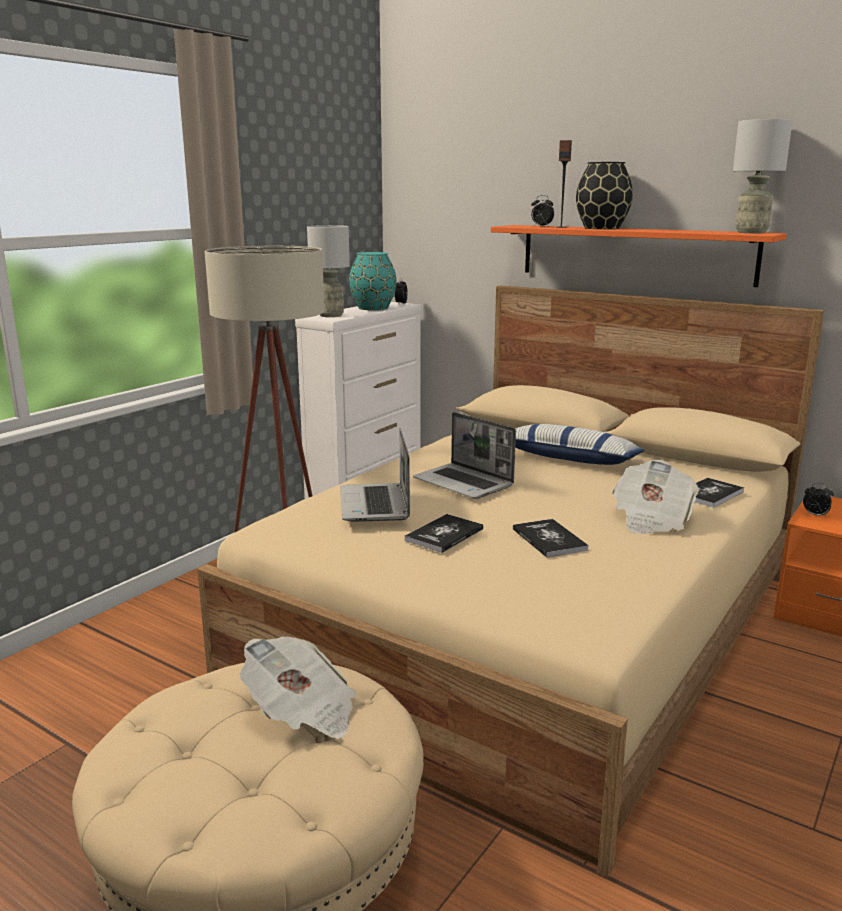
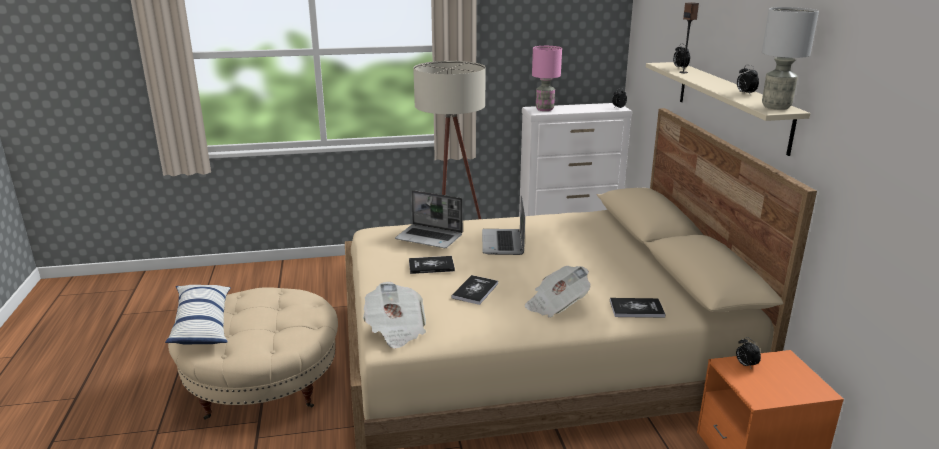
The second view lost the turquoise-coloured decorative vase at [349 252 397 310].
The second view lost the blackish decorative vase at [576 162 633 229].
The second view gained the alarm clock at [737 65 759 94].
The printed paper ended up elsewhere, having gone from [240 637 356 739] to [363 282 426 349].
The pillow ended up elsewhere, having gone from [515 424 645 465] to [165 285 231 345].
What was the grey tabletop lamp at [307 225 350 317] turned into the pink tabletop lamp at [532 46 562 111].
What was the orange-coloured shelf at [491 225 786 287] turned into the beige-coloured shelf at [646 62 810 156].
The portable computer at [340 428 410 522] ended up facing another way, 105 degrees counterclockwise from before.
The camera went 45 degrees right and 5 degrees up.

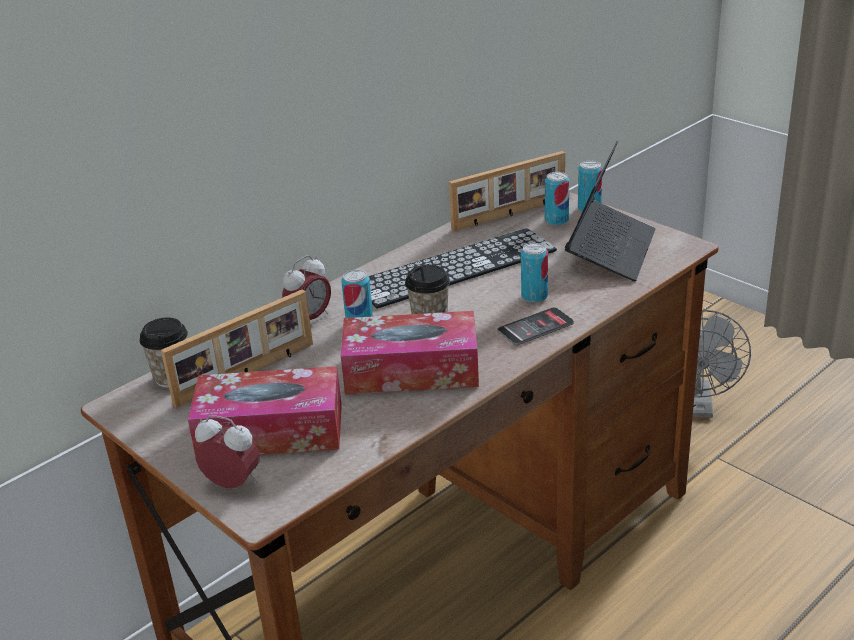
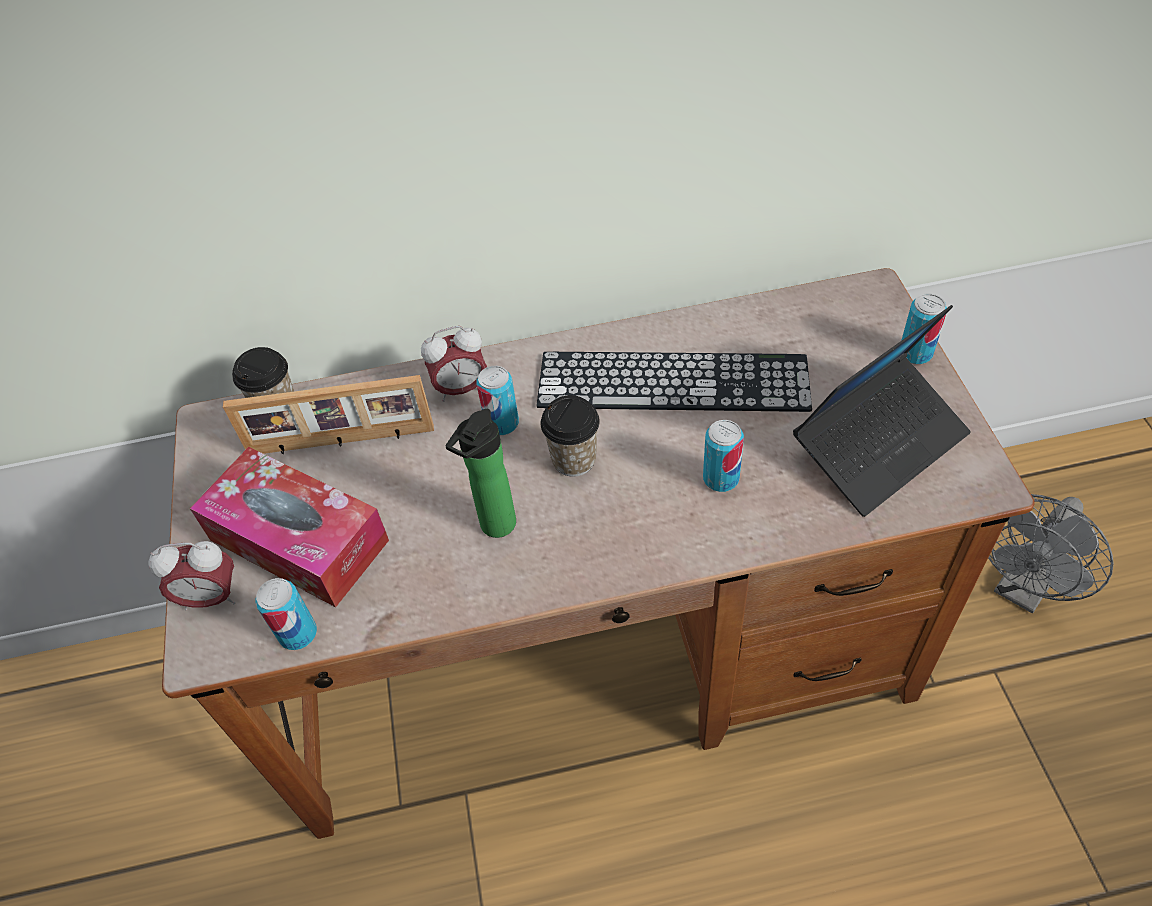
The second view lost the photo frame at [449 151 565 231].
The second view lost the handset at [497 307 574 346].
The can ended up elsewhere, having gone from [545 172 569 226] to [256 578 317 650].
Where the tissue box stood at [341 311 479 394], the drink bottle came to stand at [446 409 516 538].
The alarm clock at [195 415 260 488] ended up facing another way, 120 degrees clockwise from before.
The camera went 35 degrees right and 20 degrees up.

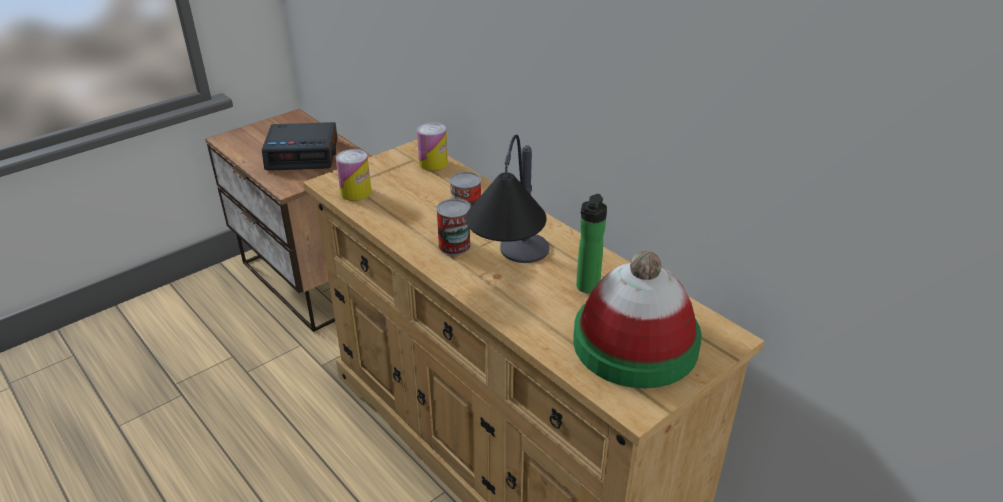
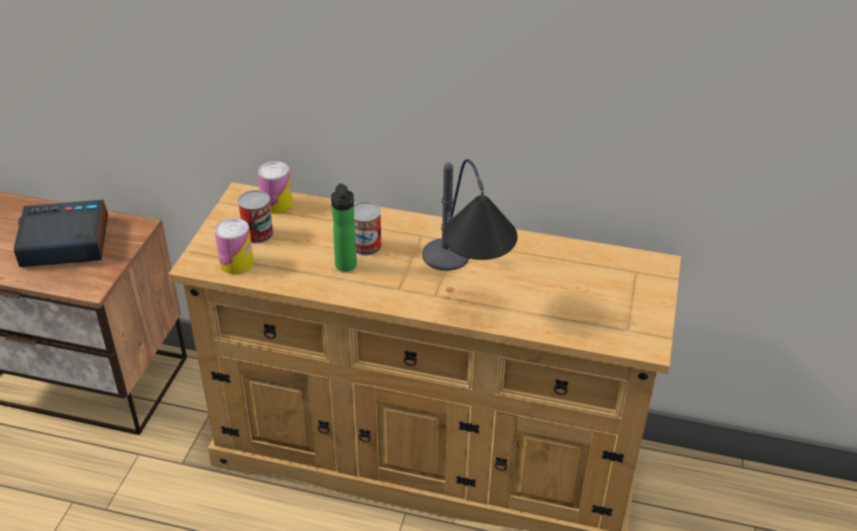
The second view lost the wearable hat at [573 251 702 388].
The can ended up elsewhere, having gone from [436 199 471 255] to [238 190 274 244].
The drink bottle ended up elsewhere, having gone from [576 194 607 293] to [331 183 357 272].
The alarm clock at [262 122 337 171] ended up facing another way, 150 degrees counterclockwise from before.
The camera went 35 degrees left and 5 degrees up.

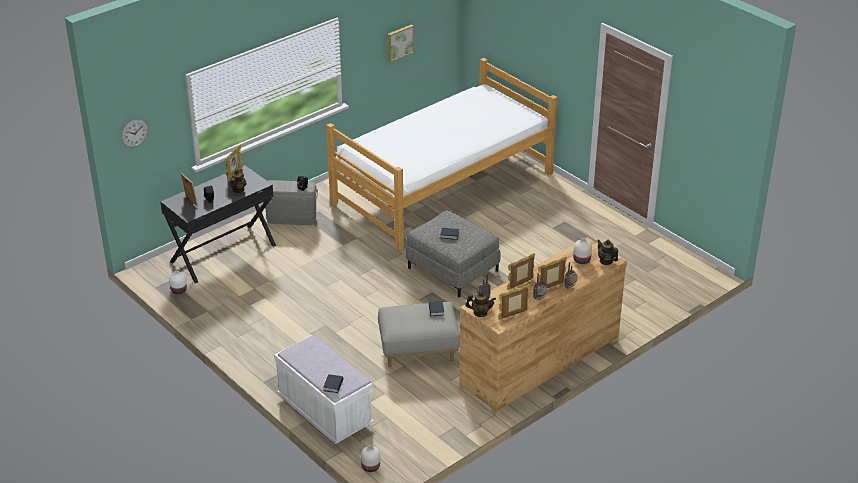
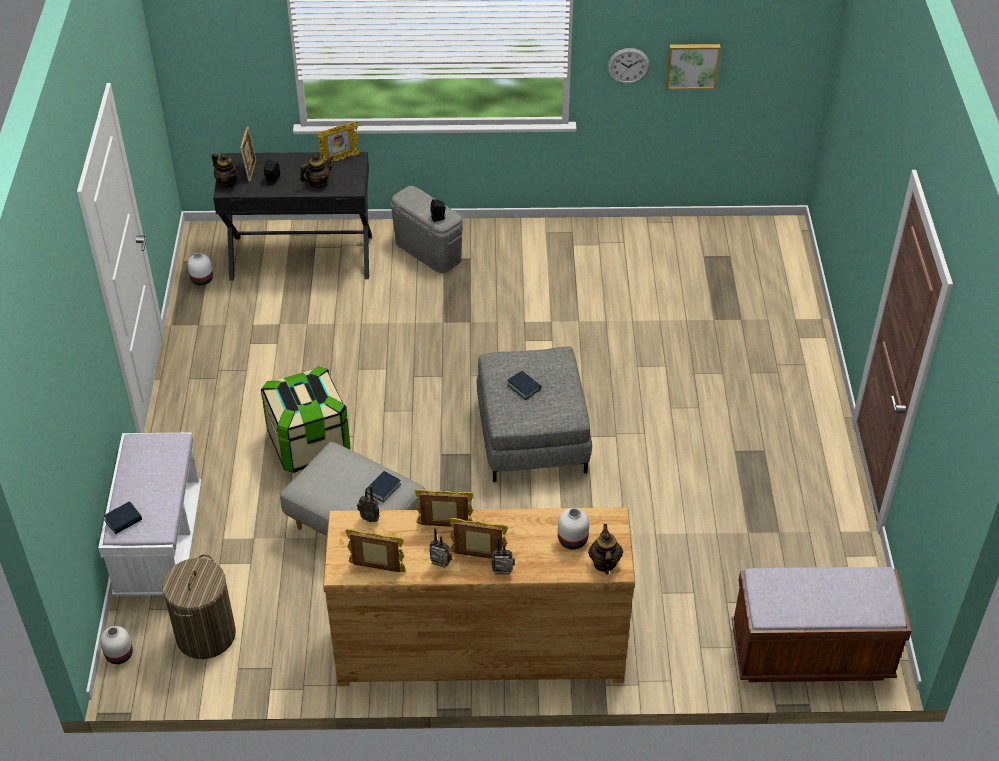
The second view lost the sleeping bed at [326 58 558 251].
The second view gained the laundry basket at [162 554 236 659].
The second view gained the storage bin at [261 366 351 473].
The second view gained the brown bench at [732 567 912 682].
The clock on the wall ended up elsewhere, having gone from [122 120 148 147] to [607 48 650 84].
The tea pot ended up elsewhere, having gone from [465 291 496 317] to [212 153 238 187].
The camera went 40 degrees right and 10 degrees up.

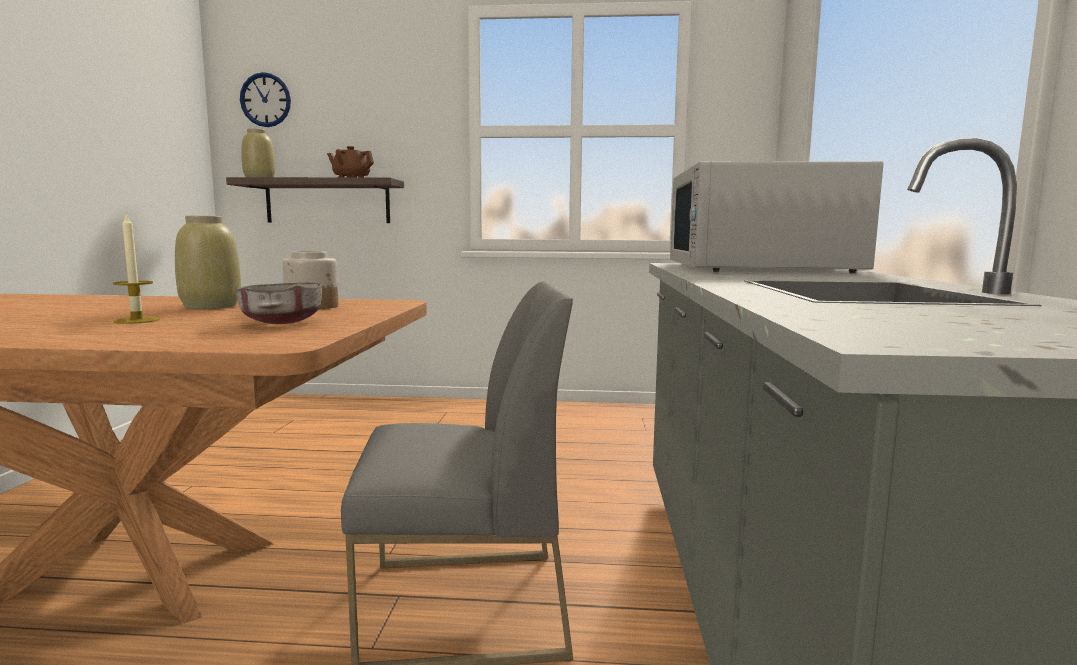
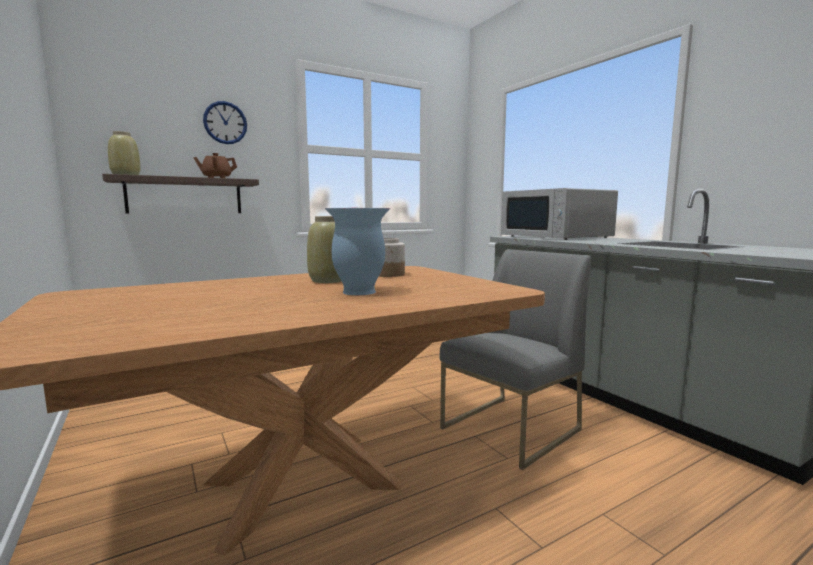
The second view lost the grey serving bowl at [236 283 322 324].
The clock on the wall ended up elsewhere, having gone from [240 72 291 127] to [203 101 247 144].
Where the wax light stood at [113 213 160 324], the decorative vase came to stand at [325 208 390 295].
The camera went 35 degrees left and 0 degrees up.

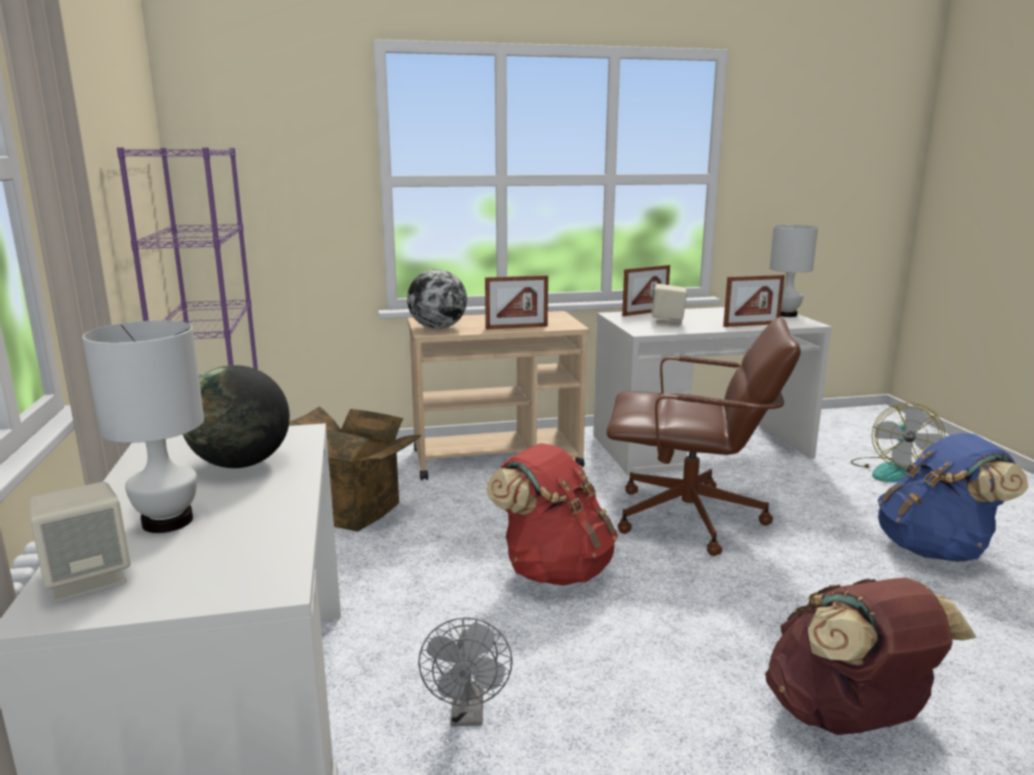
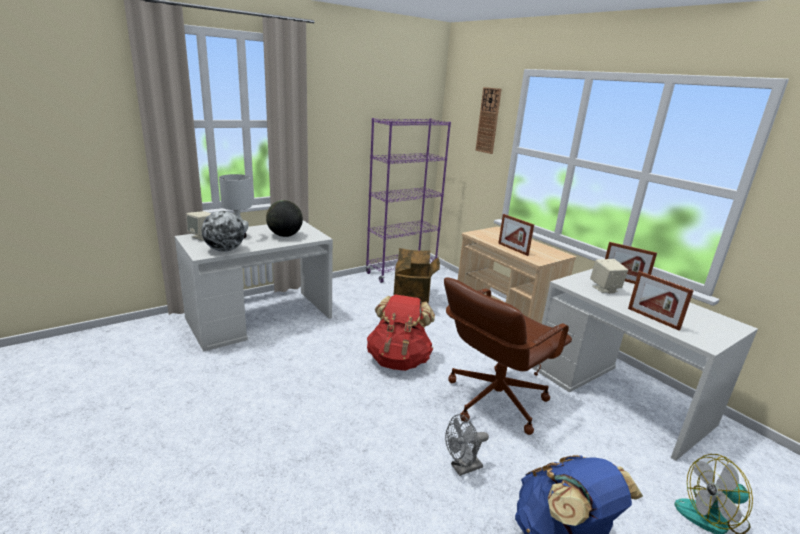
The second view lost the brown knapsack at [765 578 977 735].
The second view lost the white-coloured tabletop lamp at [770 225 818 317].
The second view gained the clock on the wall at [476 87 502 154].
The world globe ended up elsewhere, having gone from [407 269 467 329] to [202 211 245 252].
The grey fan ended up elsewhere, having gone from [418 617 513 726] to [445 414 489 476].
The brown office chair at [607 317 801 556] ended up facing another way, 60 degrees clockwise from before.
The camera went 65 degrees right and 5 degrees up.

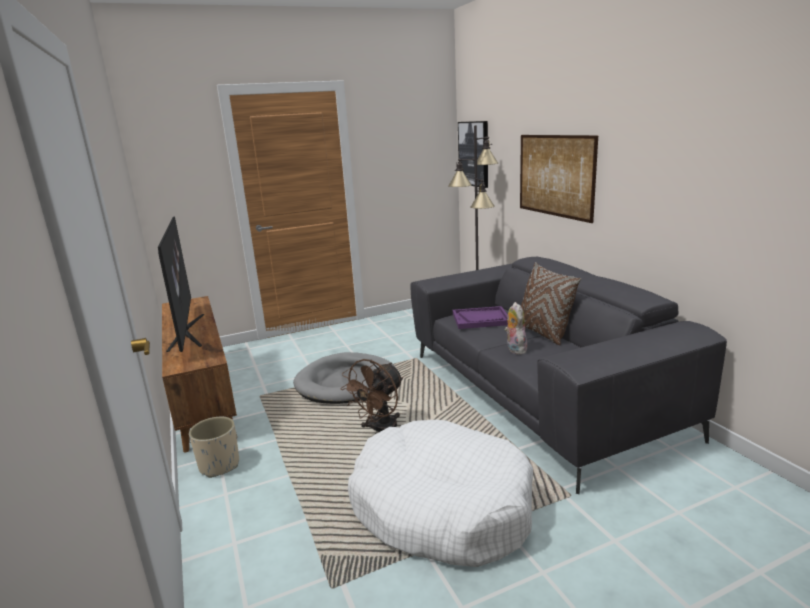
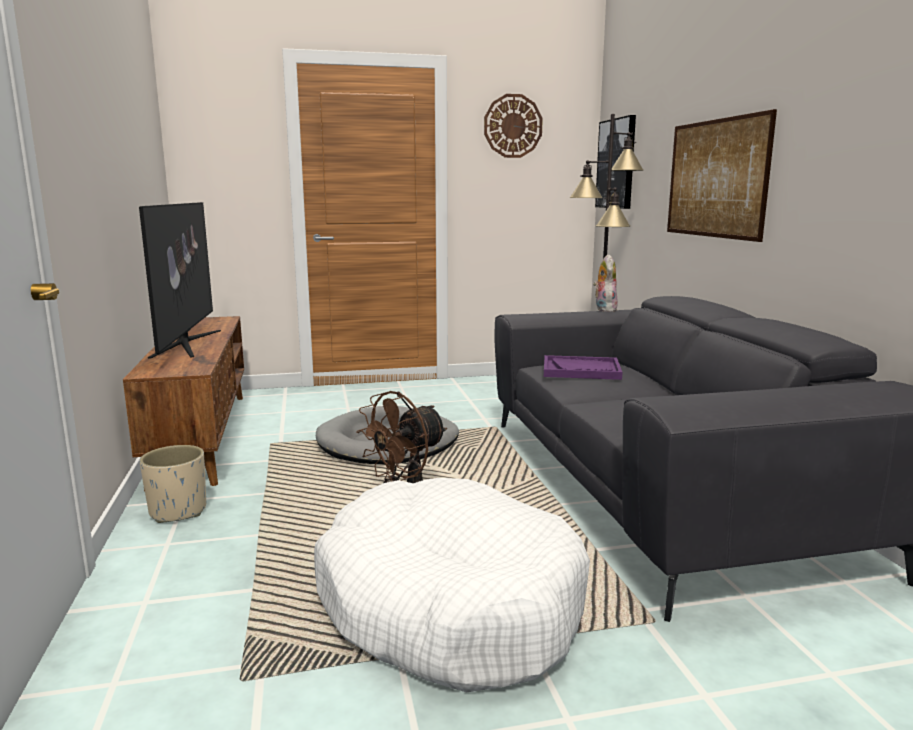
The second view lost the brown pillow at [521 262 581 345].
The second view gained the clock on the wall at [484 94 543 158].
The plush toy ended up elsewhere, having gone from [504 302 528 355] to [593 254 618 312].
The camera went 10 degrees right and 5 degrees down.

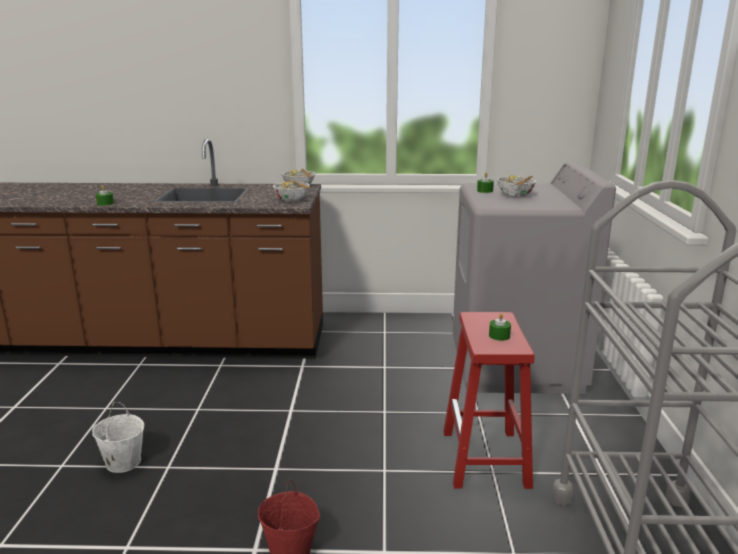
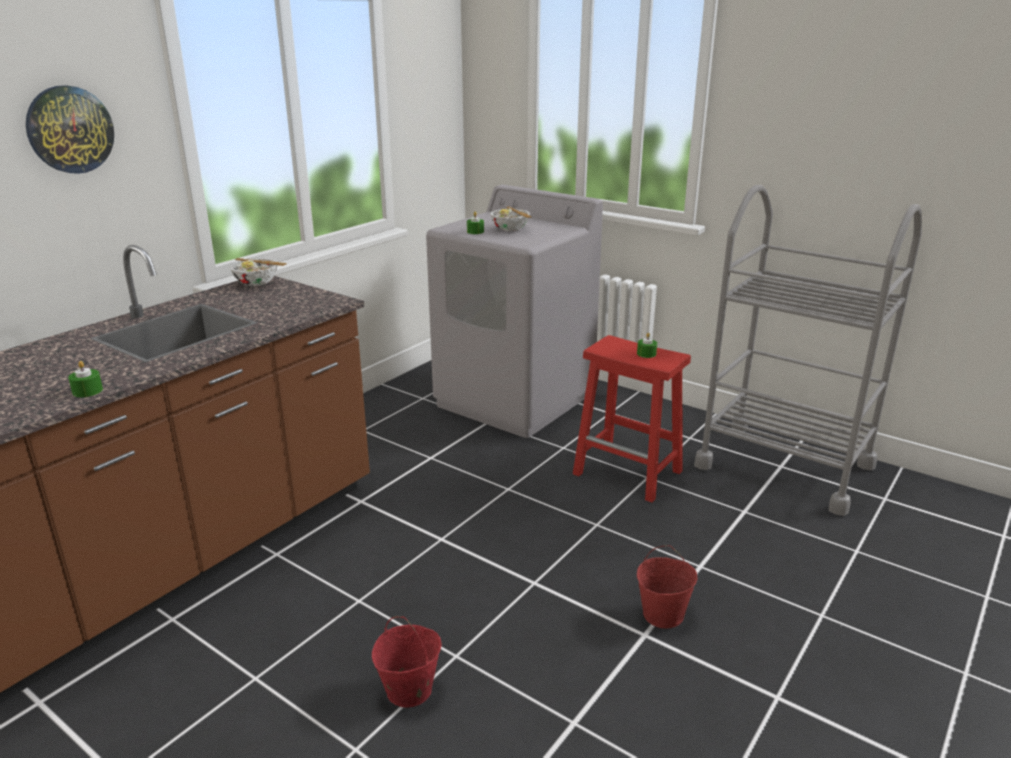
The second view lost the serving bowl at [273 180 311 202].
The second view gained the clock on the wall at [26 85 114 174].
What was the white-coloured water bucket at [92 402 144 473] turned into the reddish water bucket at [372 616 441 707].
The camera went 55 degrees left and 5 degrees up.

